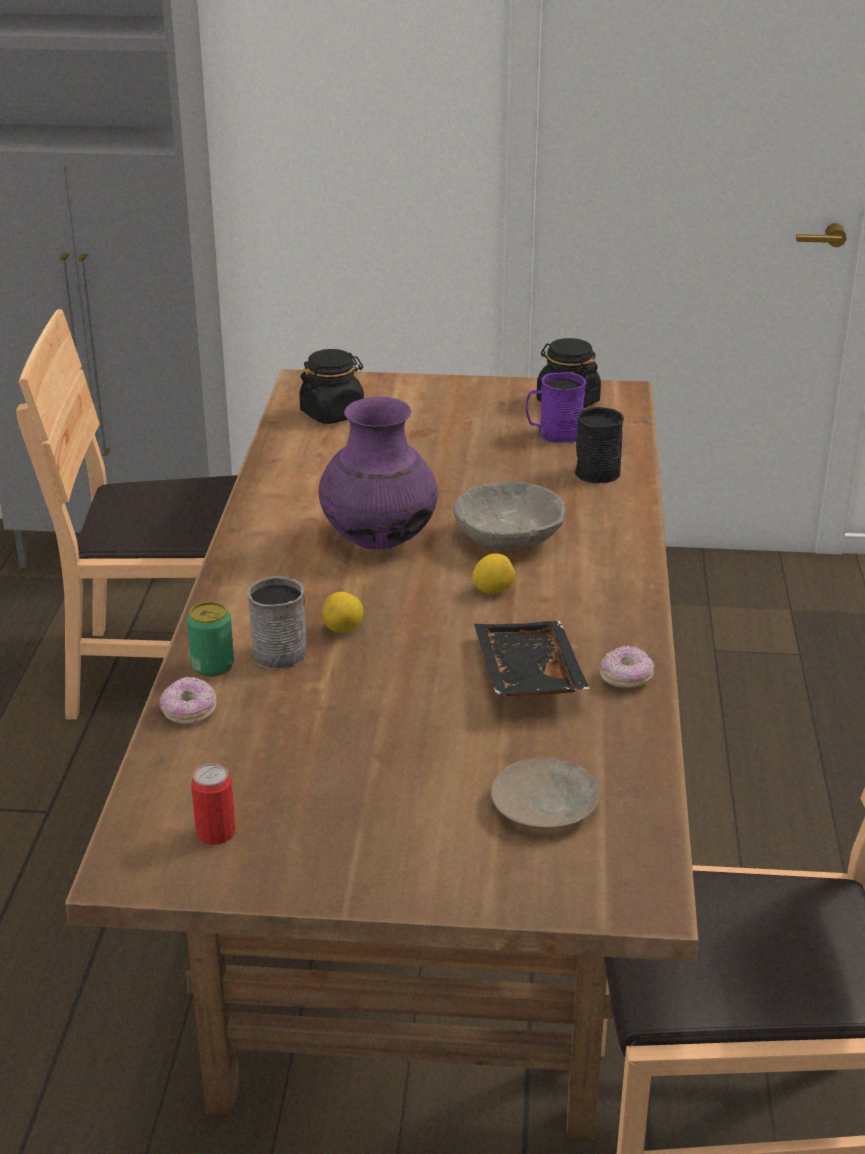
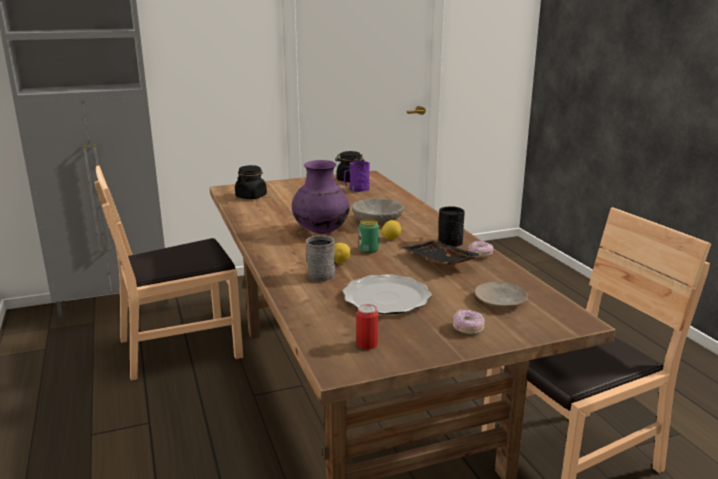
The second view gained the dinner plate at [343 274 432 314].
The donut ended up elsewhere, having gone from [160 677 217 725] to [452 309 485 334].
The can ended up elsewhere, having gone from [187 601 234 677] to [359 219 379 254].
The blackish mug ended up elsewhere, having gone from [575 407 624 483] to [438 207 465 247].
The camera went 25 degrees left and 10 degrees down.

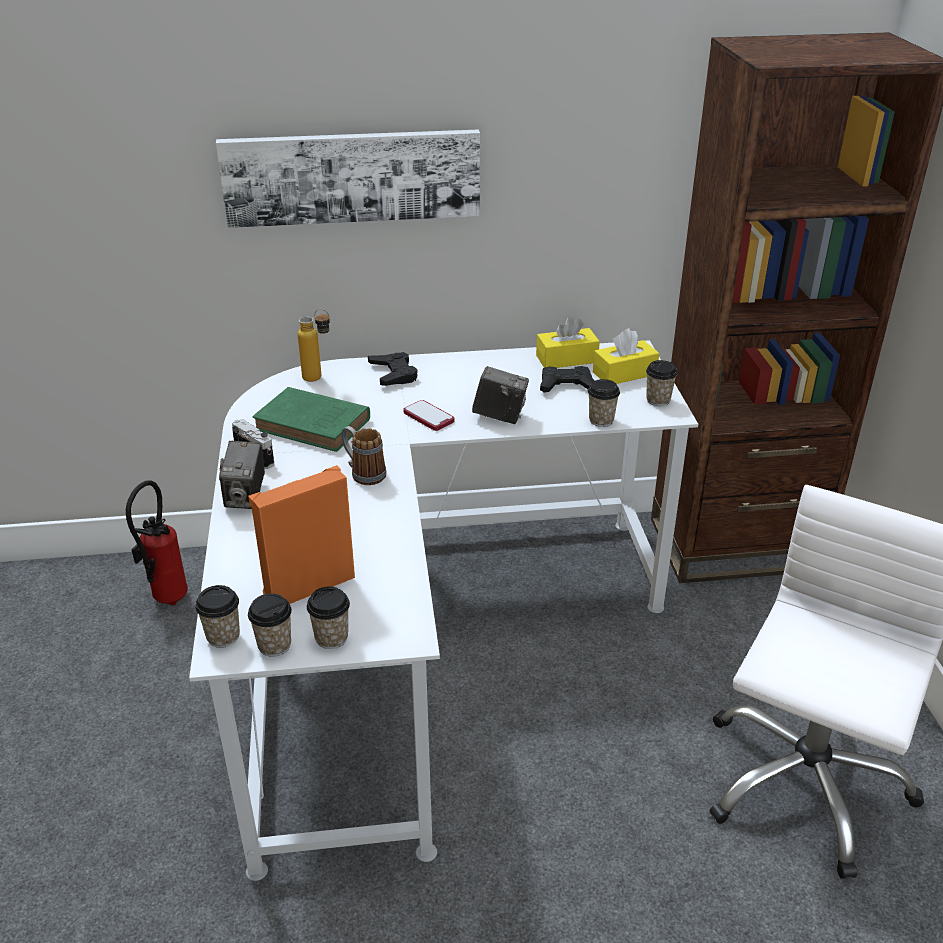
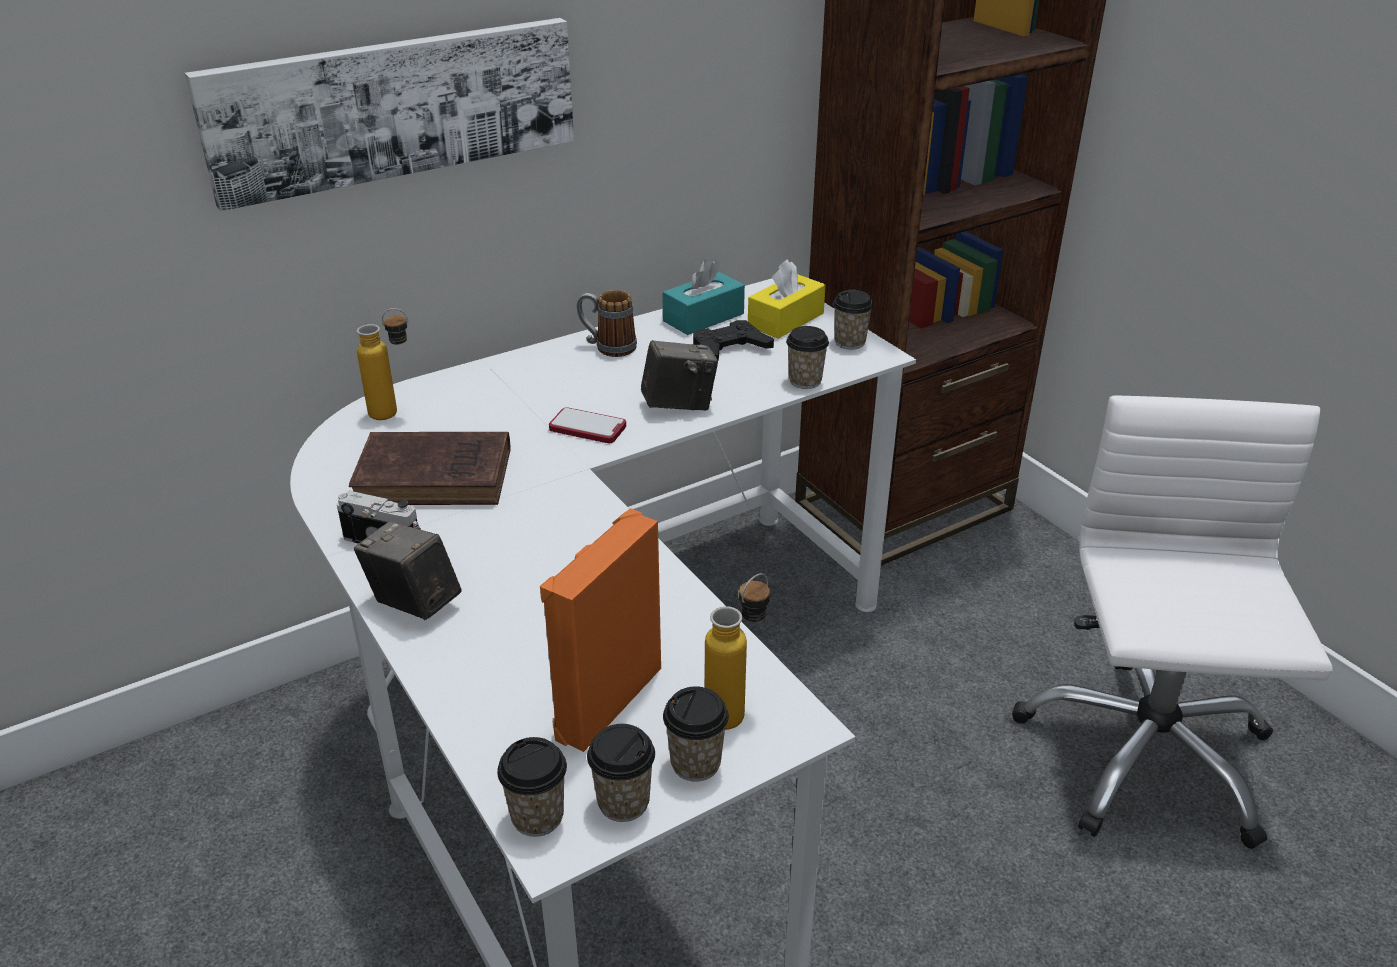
The second view lost the fire extinguisher at [126 480 188 606].
The second view lost the blackish game controller at [368 352 418 386].
The second view gained the drink bottle at [705 573 770 730].
The mug ended up elsewhere, having gone from [341 426 387 485] to [576 290 637 357].
What was the greenish volume at [253 387 370 452] turned into the brown volume at [349 432 511 505].
What was the yellow-coloured tissue box at [536 317 600 368] turned into the turquoise-coloured tissue box at [662 259 745 335].
The photo camera at [219 441 265 509] ended up facing another way, 150 degrees clockwise from before.
The camera went 25 degrees left and 0 degrees up.

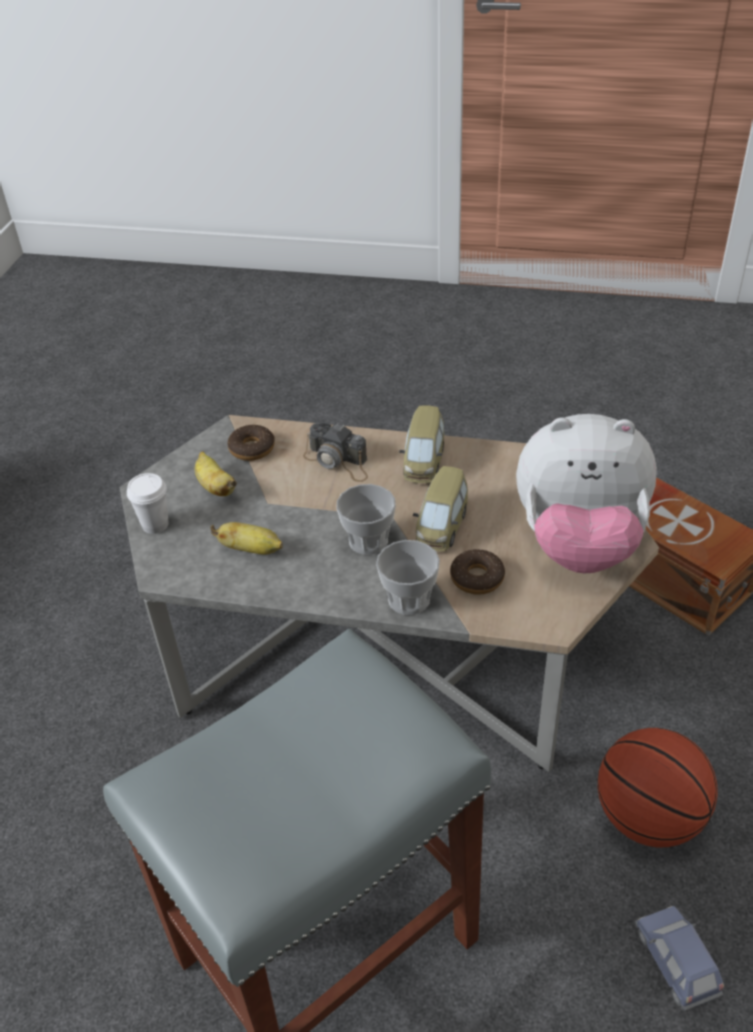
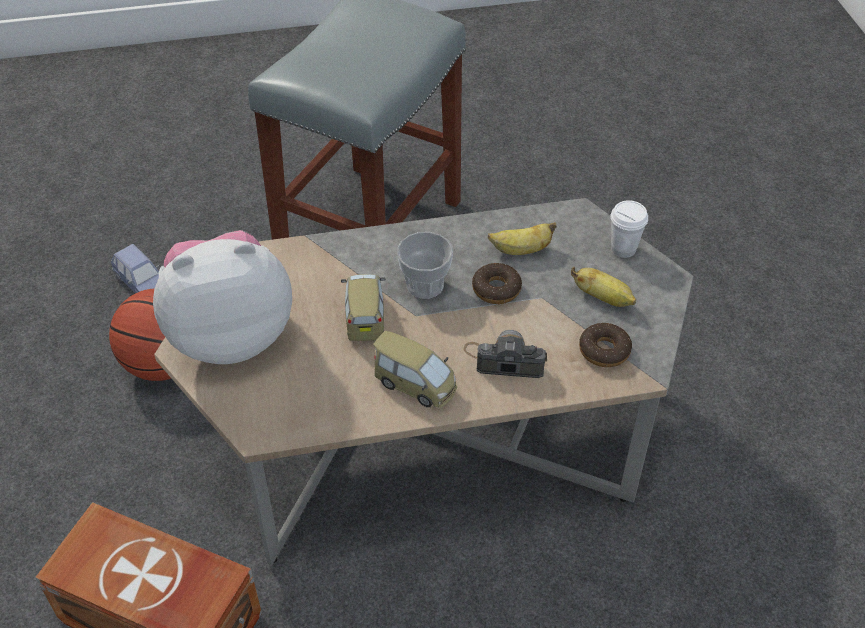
The second view lost the small cup at [376 540 440 615].
The donut ended up elsewhere, having gone from [450 549 505 594] to [472 263 522 304].
The miniature car at [399 406 444 483] ended up facing another way, 135 degrees clockwise from before.
The camera went 155 degrees right and 5 degrees up.

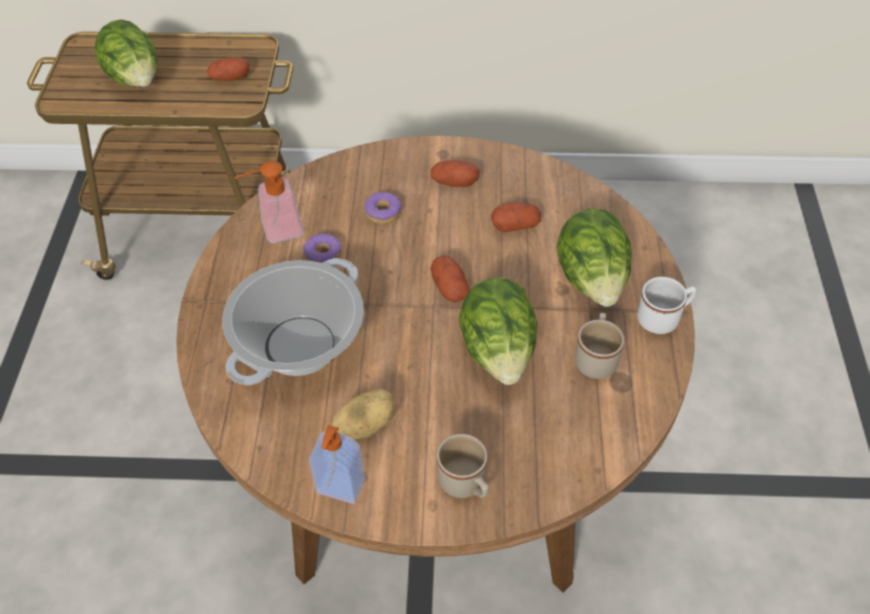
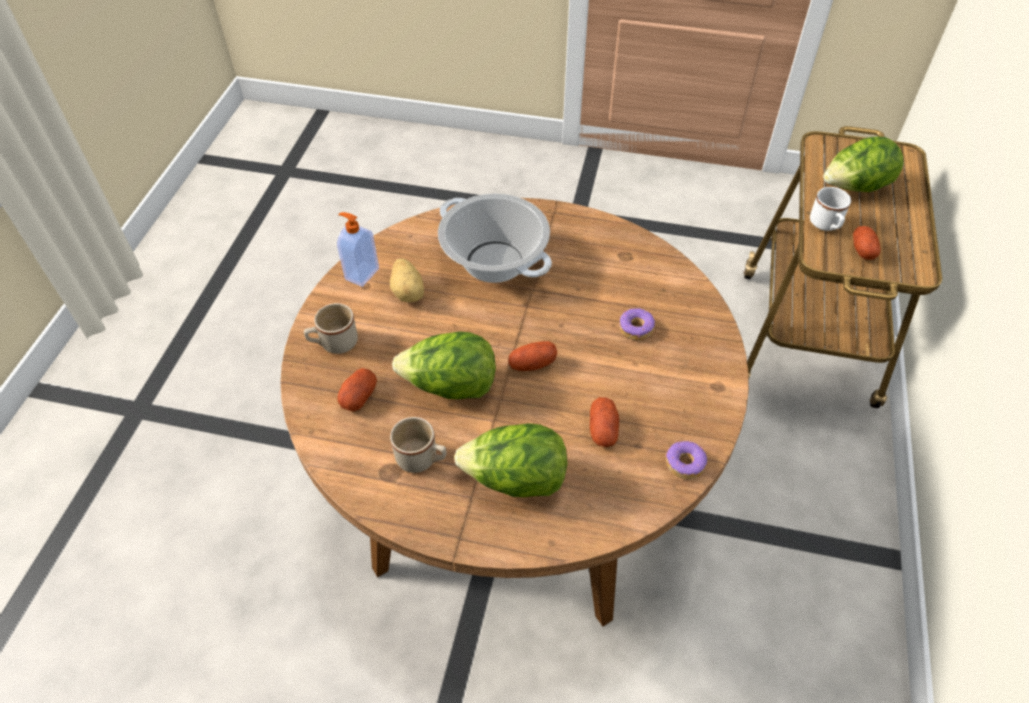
The second view lost the liquid soap bottle at [234 161 304 243].
The donut ended up elsewhere, having gone from [303 234 342 263] to [666 441 707 479].
The spud ended up elsewhere, having gone from [431 160 480 187] to [337 368 377 412].
The white-coloured mug ended up elsewhere, having gone from [637 277 696 334] to [810 187 851 231].
The camera went 100 degrees right and 0 degrees up.

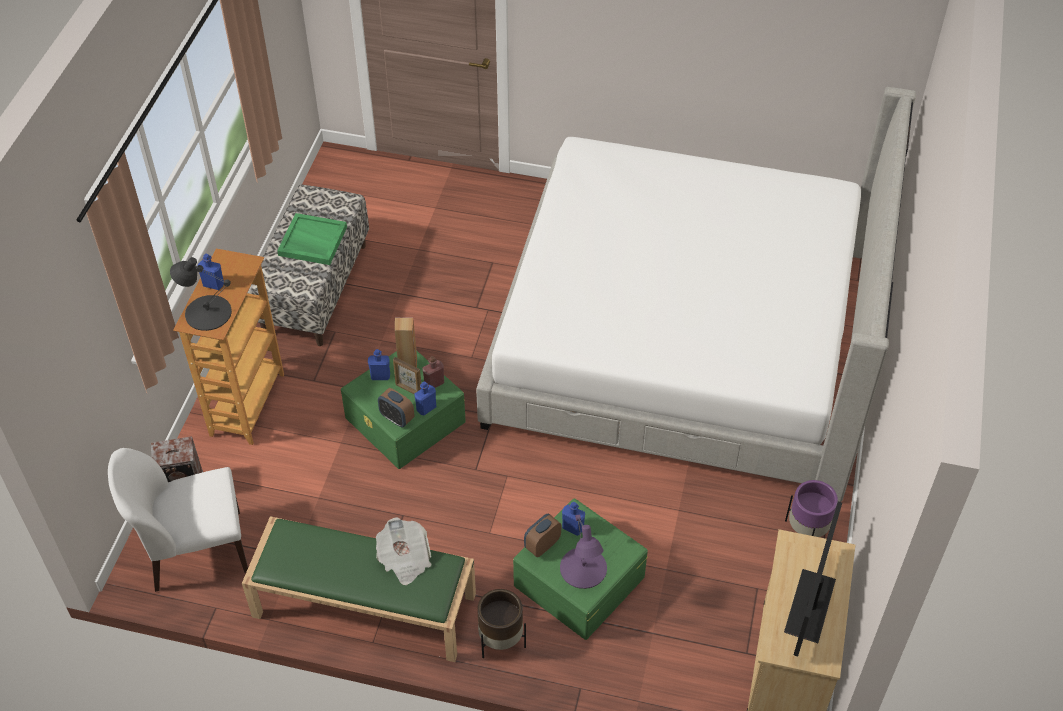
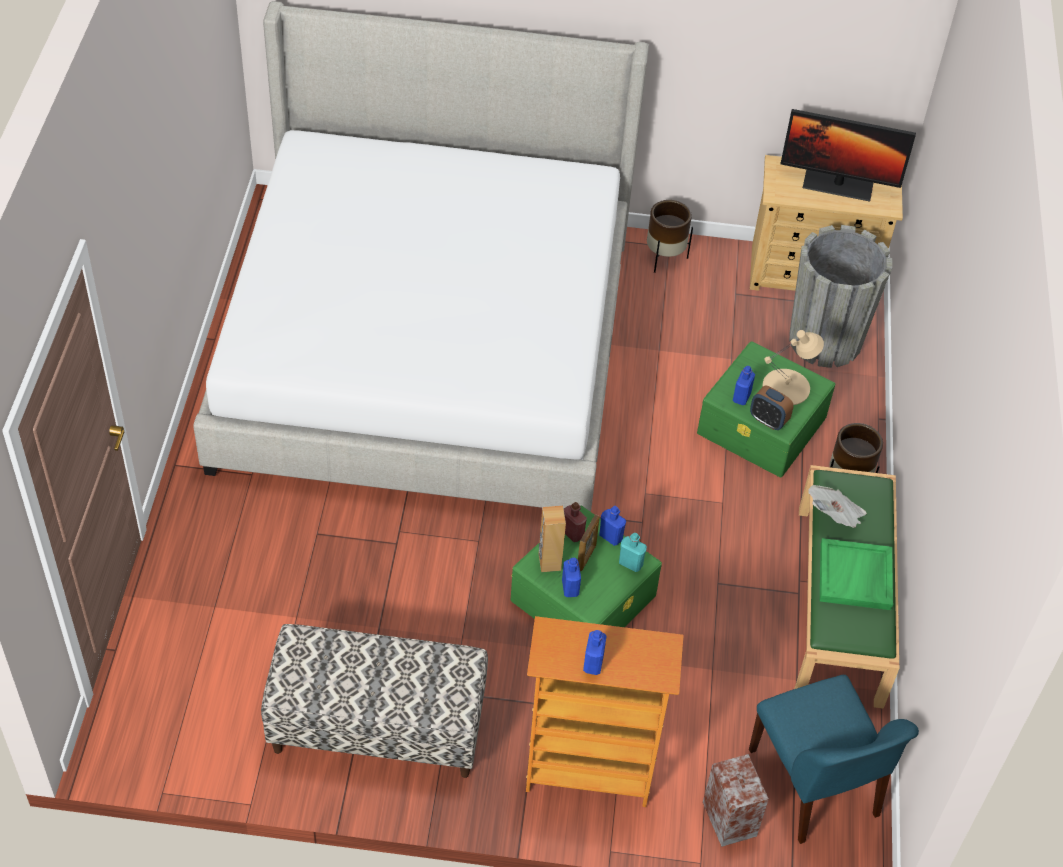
The second view lost the blackish tabletop lamp at [170 257 232 331].
The second view gained the grey plant pot at [789 225 892 368].
The greenish serving tray ended up elsewhere, having gone from [277 213 347 265] to [820 538 893 610].
Where the alarm clock stood at [378 388 414 427], the turquoise-coloured drink bottle came to stand at [619 533 647 572].
What was the white-coloured chair at [108 448 248 592] turned into the blue chair at [749 675 919 844].
What was the purplish tabletop lamp at [560 514 607 589] turned into the beige-coloured tabletop lamp at [763 330 824 405].
What was the purplish plant pot at [785 480 838 537] turned into the brown plant pot at [647 200 693 273].
The camera went 100 degrees left and 0 degrees up.

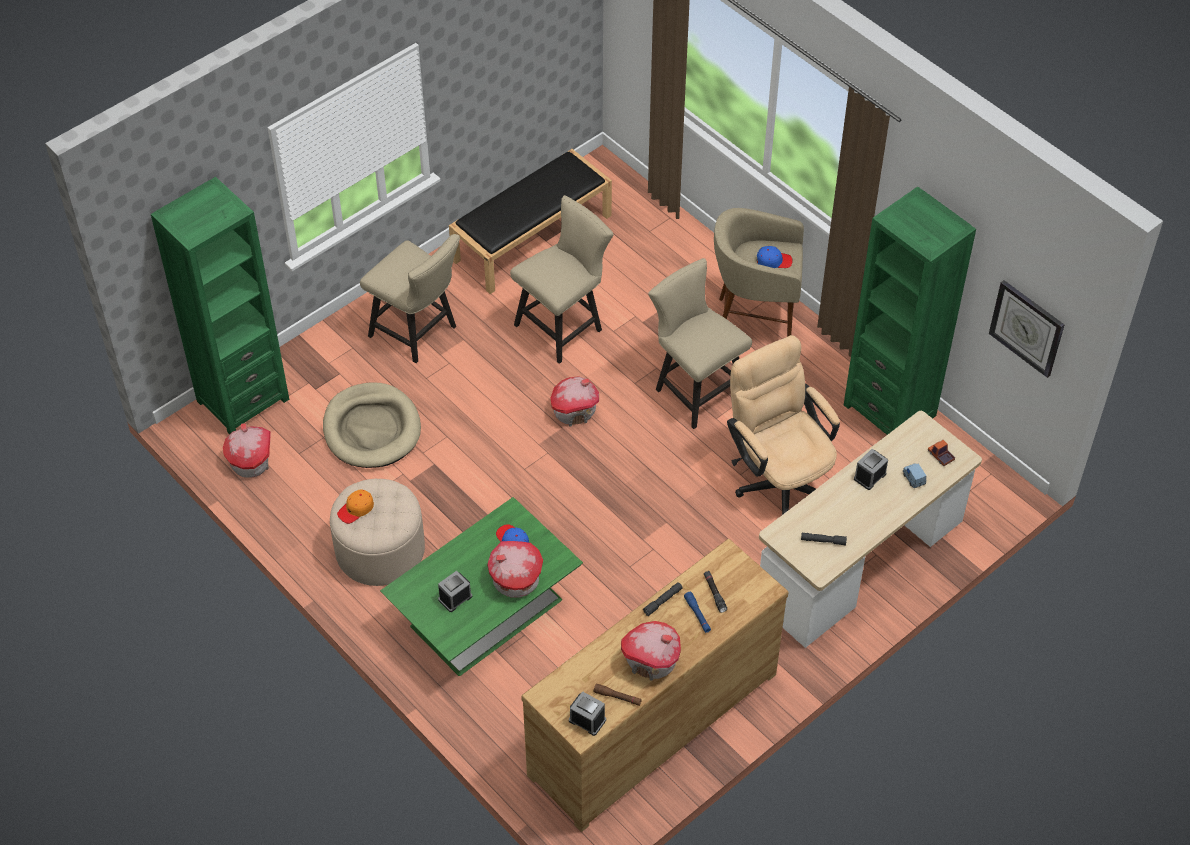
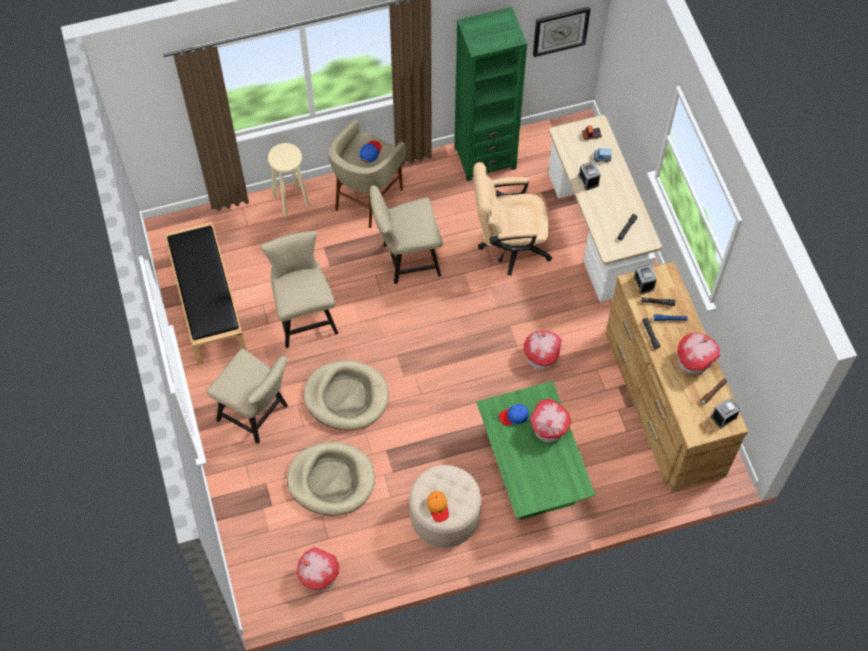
The second view lost the greenish bookshelf at [151 177 289 434].
The second view gained the beige-coloured stool at [268 143 309 217].
The second view gained the beige-coloured dog bed at [303 360 388 430].
The alarm clock ended up elsewhere, having gone from [438 571 472 612] to [633 264 657 294].
The toy house ended up elsewhere, having gone from [551 376 599 426] to [524 330 562 370].
The beige-coloured chair at [360 234 460 363] ended up facing another way, 60 degrees clockwise from before.
The camera went 65 degrees left and 10 degrees up.

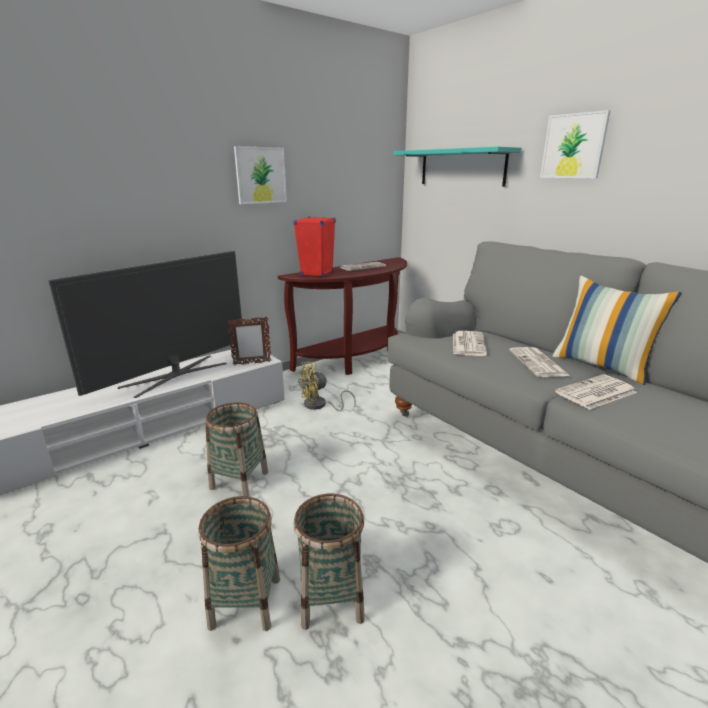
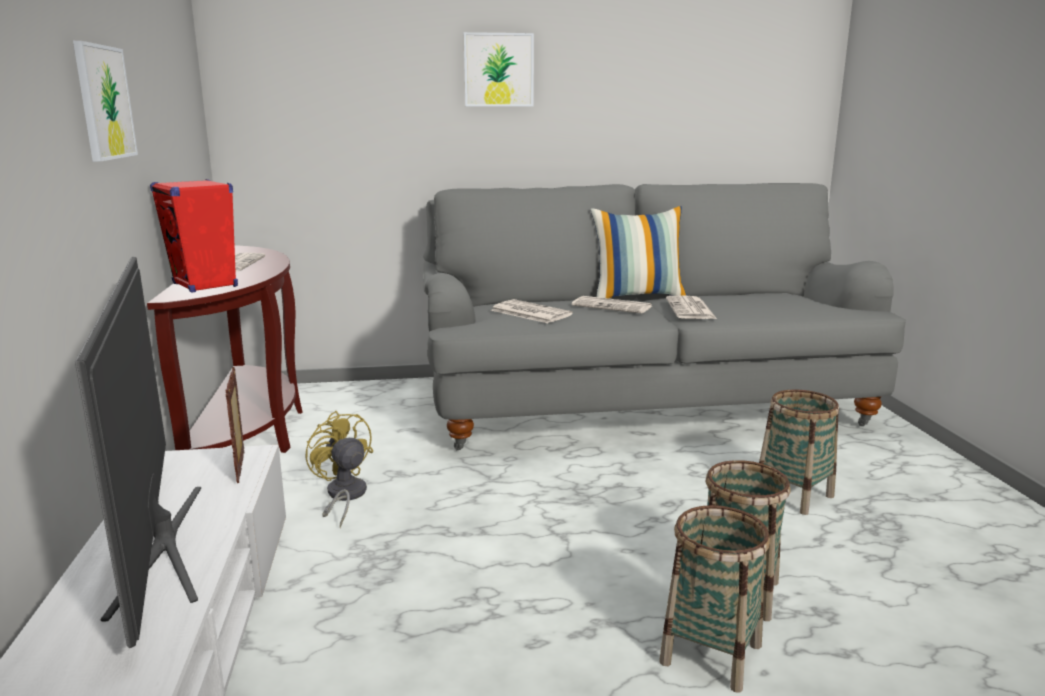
The second view lost the turquoise-coloured shelf at [393 147 522 187].
The storage basket ended up elsewhere, having gone from [206 402 268 497] to [759 390 839 515].
The photo frame at [227 316 271 365] ended up facing another way, 150 degrees clockwise from before.
The yellow-coloured fan at [298 361 356 411] ended up facing another way, 135 degrees clockwise from before.
The camera went 60 degrees left and 5 degrees down.

